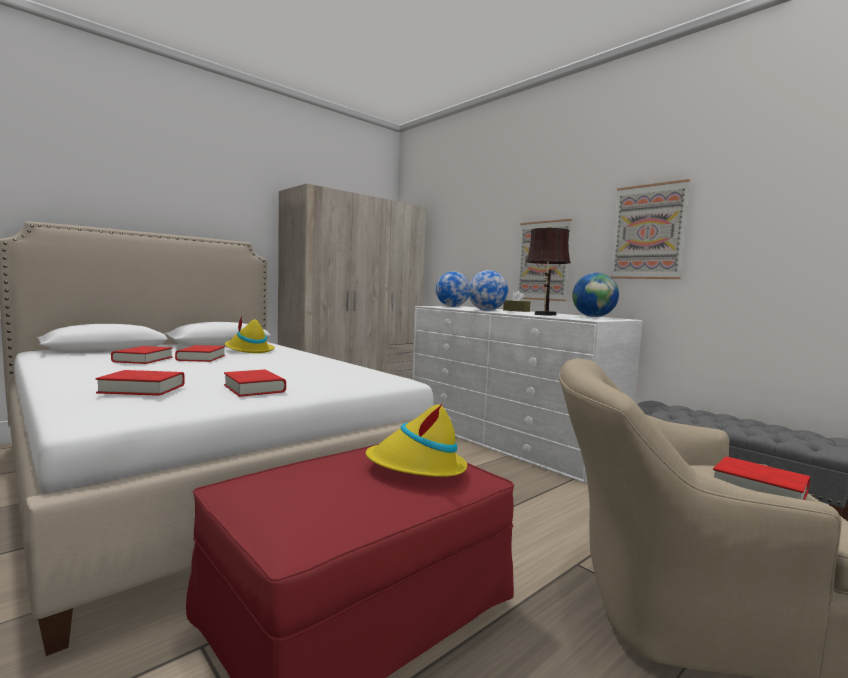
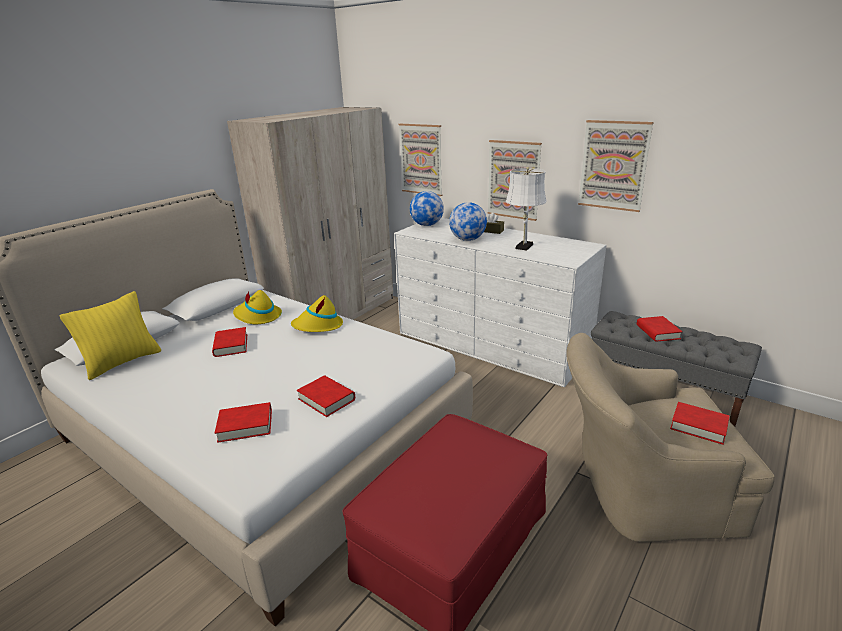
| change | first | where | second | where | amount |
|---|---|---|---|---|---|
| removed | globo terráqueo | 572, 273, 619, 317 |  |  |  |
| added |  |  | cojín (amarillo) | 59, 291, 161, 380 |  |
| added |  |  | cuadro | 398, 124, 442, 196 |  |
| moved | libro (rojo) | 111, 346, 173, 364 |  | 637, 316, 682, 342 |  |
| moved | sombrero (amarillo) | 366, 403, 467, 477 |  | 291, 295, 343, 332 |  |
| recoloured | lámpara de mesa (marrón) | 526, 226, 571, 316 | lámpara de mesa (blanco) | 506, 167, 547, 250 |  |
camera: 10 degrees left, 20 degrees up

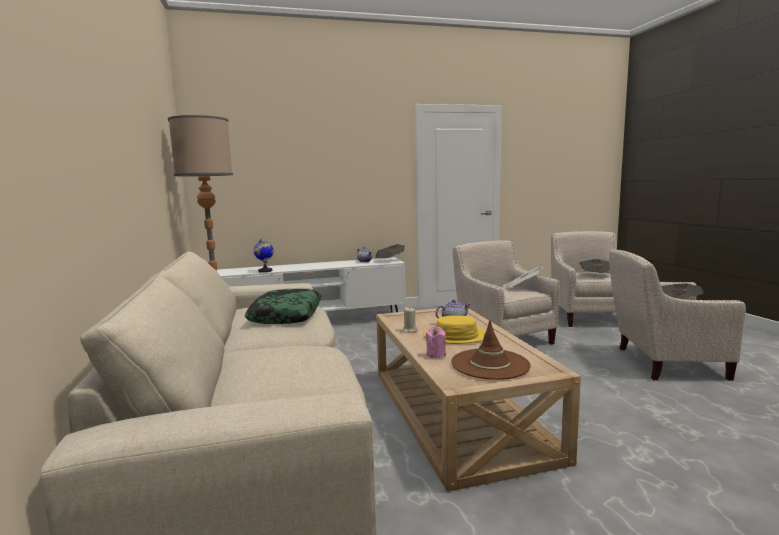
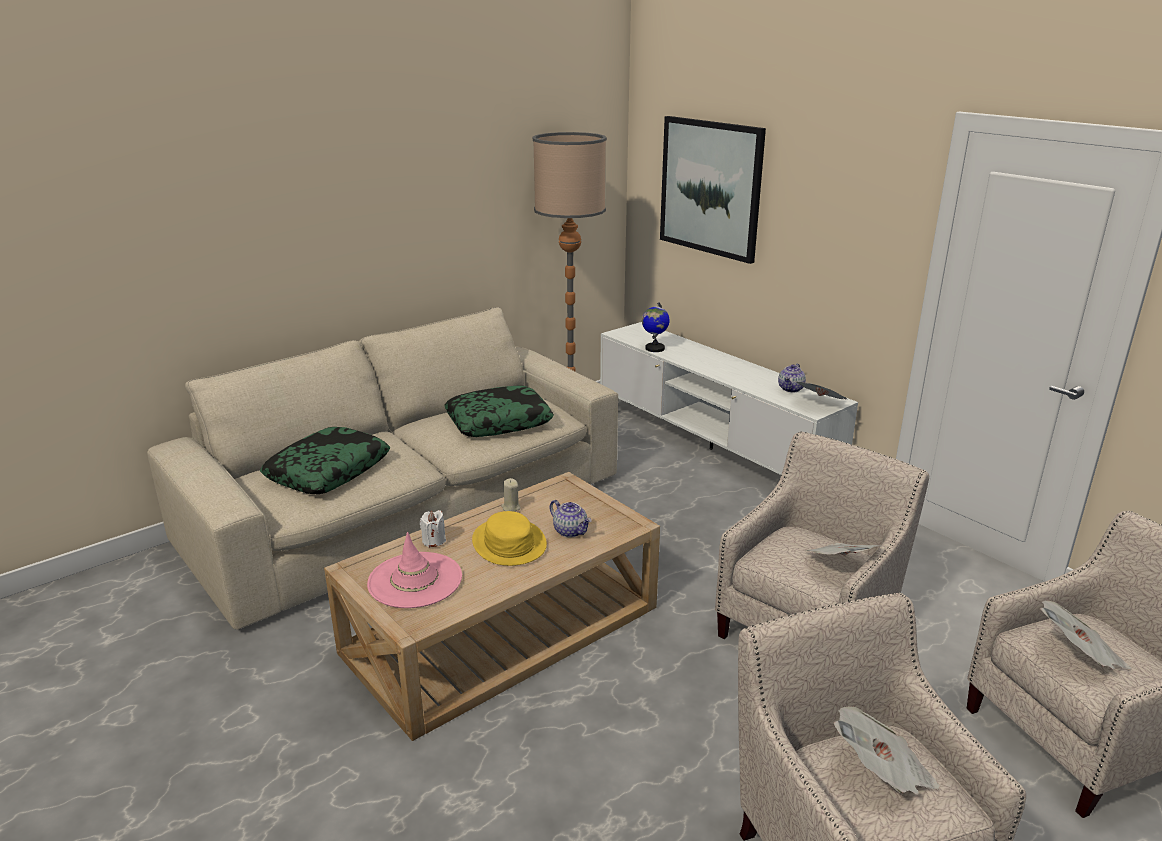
| change | first | where | second | where | amount |
|---|---|---|---|---|---|
| added |  |  | cojín | 260, 427, 390, 494 |  |
| added |  |  | cuadro | 660, 116, 766, 264 |  |
| recoloured | vela (rosa) | 426, 326, 446, 358 | vela (blanco) | 420, 510, 446, 547 |  |
| recoloured | sombrero (marrón) | 451, 320, 531, 380 | sombrero (rosa) | 367, 532, 462, 608 |  |
camera: 65 degrees right, 15 degrees up

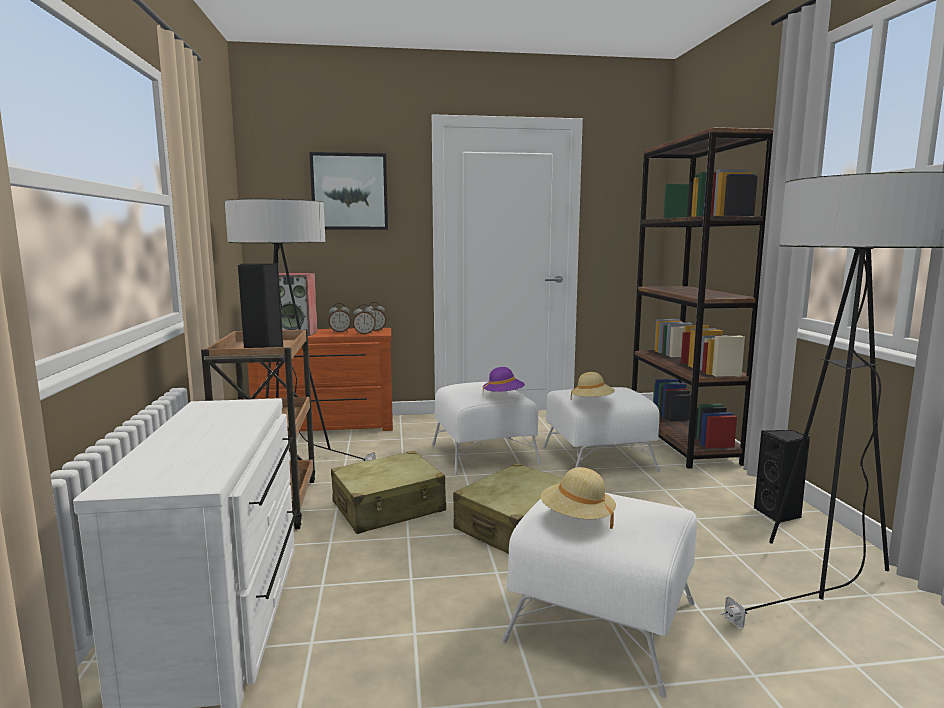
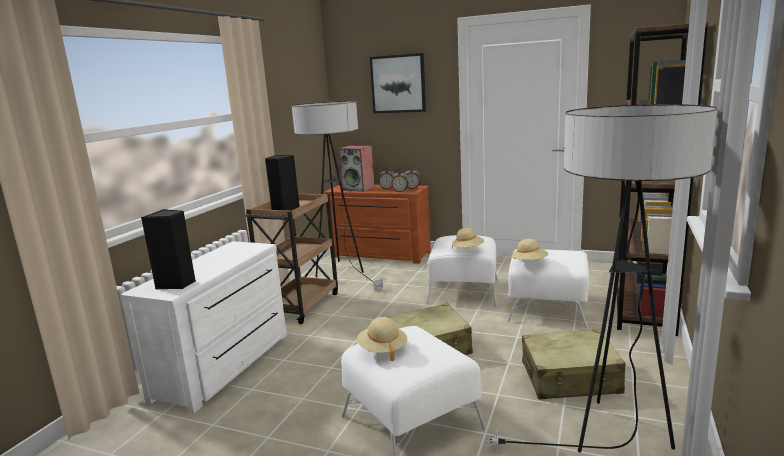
| change | first | where | second | where | amount |
|---|---|---|---|---|---|
| moved | maleta (beis) | 331, 451, 446, 534 |  | 522, 329, 626, 400 |  |
| moved | altavoz (negro) | 754, 430, 810, 523 |  | 141, 209, 196, 289 |  |
| recoloured | sombrero (morado) | 483, 367, 525, 392 | sombrero (beis) | 452, 228, 484, 249 |  |
camera: 30 degrees right, 5 degrees up

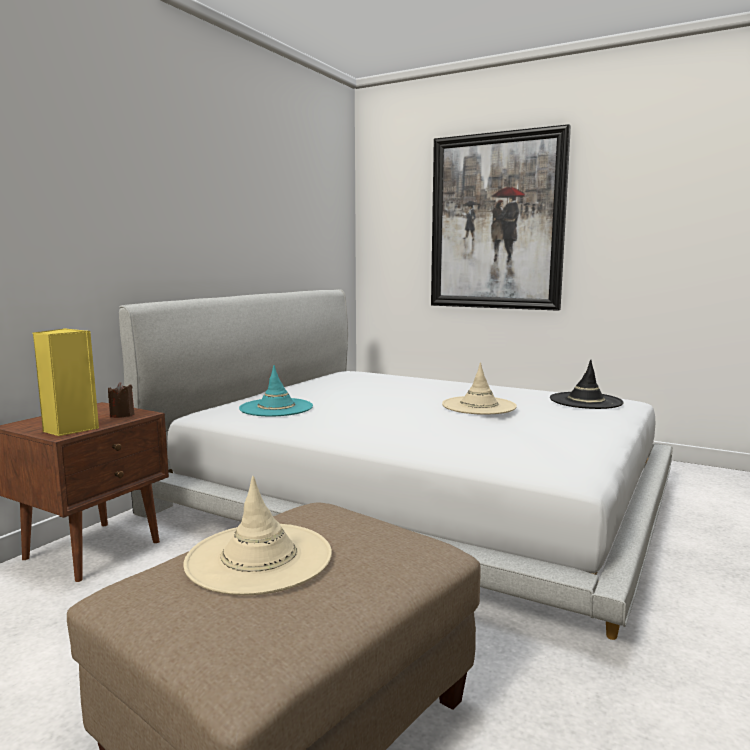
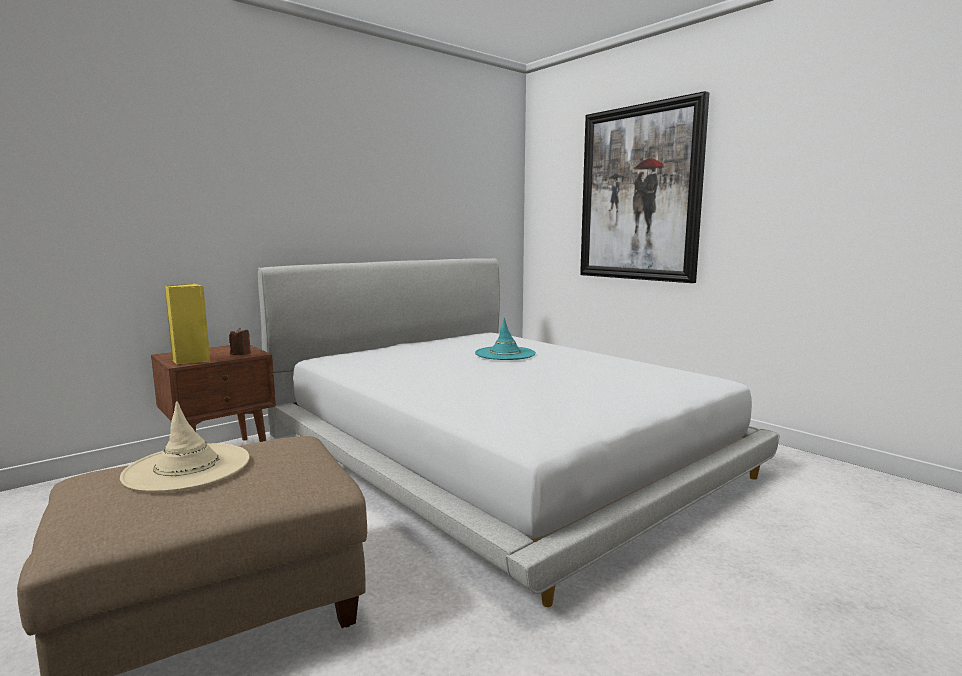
| change | first | where | second | where | amount |
|---|---|---|---|---|---|
| removed | sombrero (beis) | 442, 362, 517, 415 |  |  |  |
| removed | sombrero (negro) | 550, 360, 624, 409 |  |  |  |
| moved | sombrero (turquesa) | 239, 365, 313, 416 |  | 475, 318, 536, 360 |  |
camera: 20 degrees right, 0 degrees up

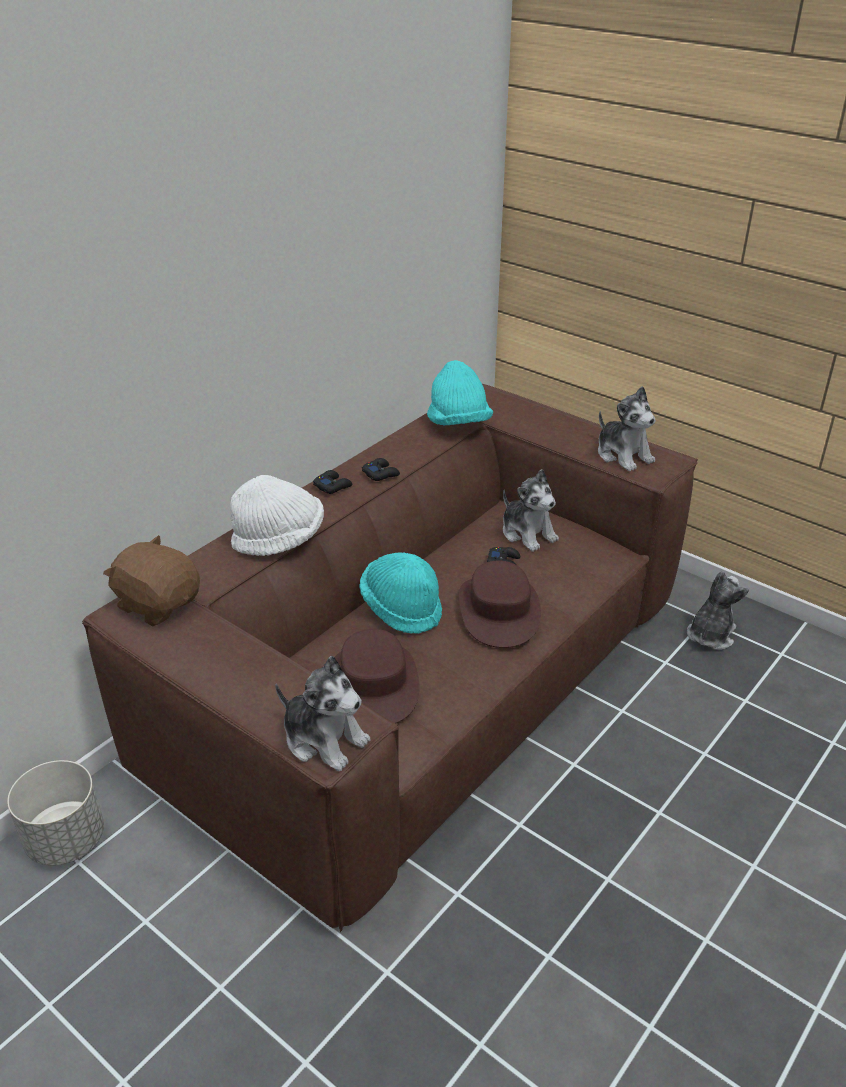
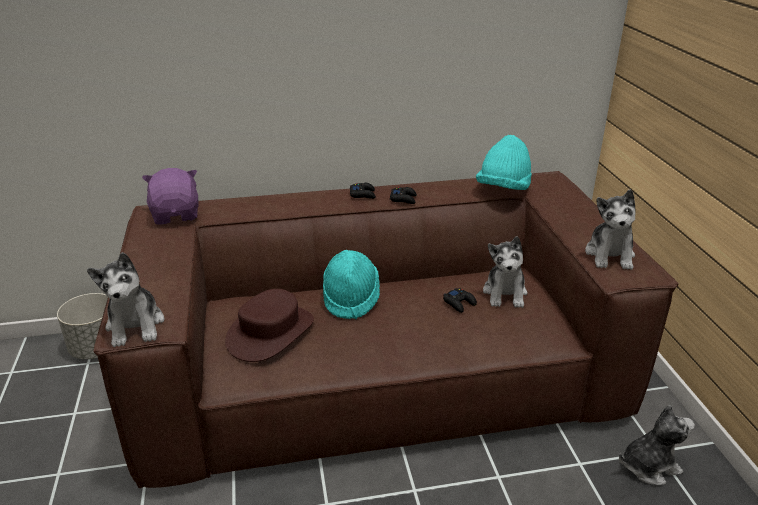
| change | first | where | second | where | amount |
|---|---|---|---|---|---|
| removed | sombrero (blanco) | 230, 475, 324, 556 |  |  |  |
| removed | sombrero (marrón) | 459, 560, 541, 648 |  |  |  |
| recoloured | peluche (marrón) | 103, 535, 200, 627 | peluche (morado) | 142, 168, 199, 225 |  |
camera: 40 degrees right, 5 degrees down

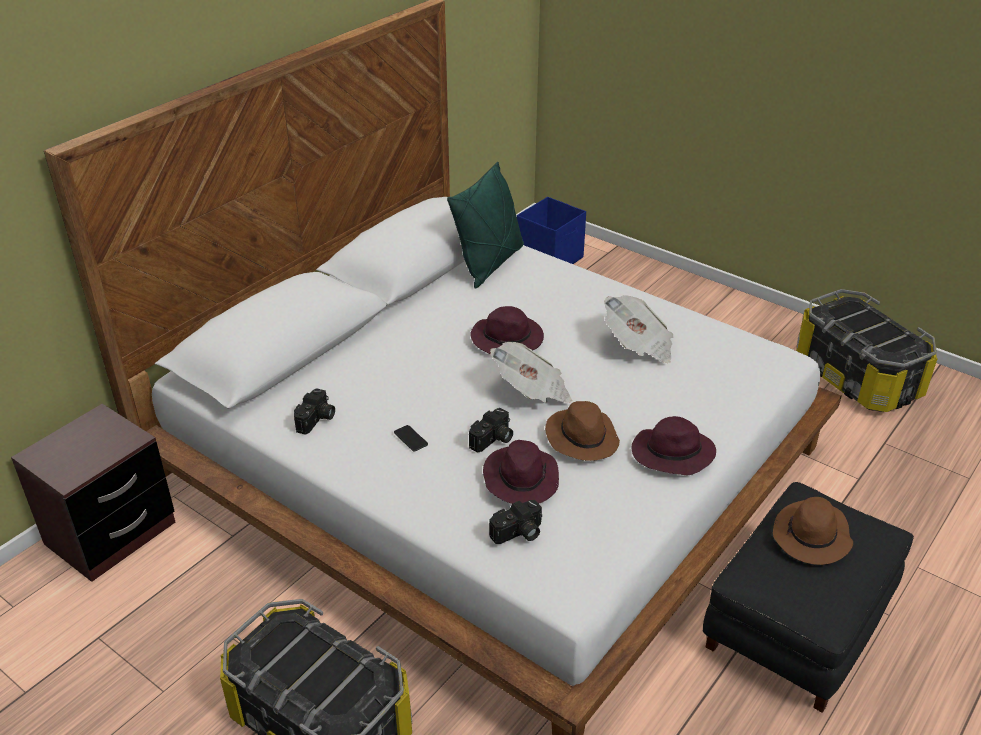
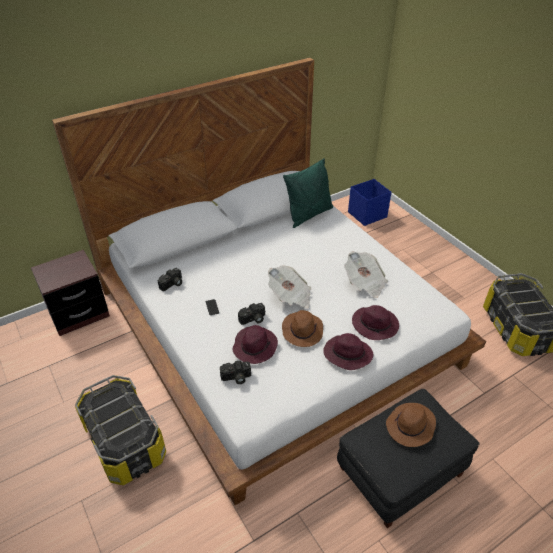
| change | first | where | second | where | amount |
|---|---|---|---|---|---|
| moved | sombrero (morado) | 470, 306, 544, 354 |  | 352, 305, 399, 340 |  |
camera: 20 degrees right, 5 degrees up

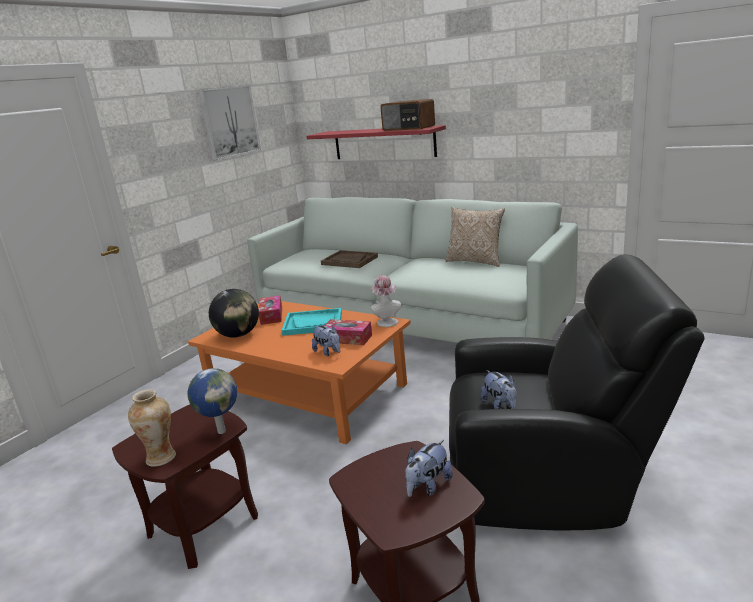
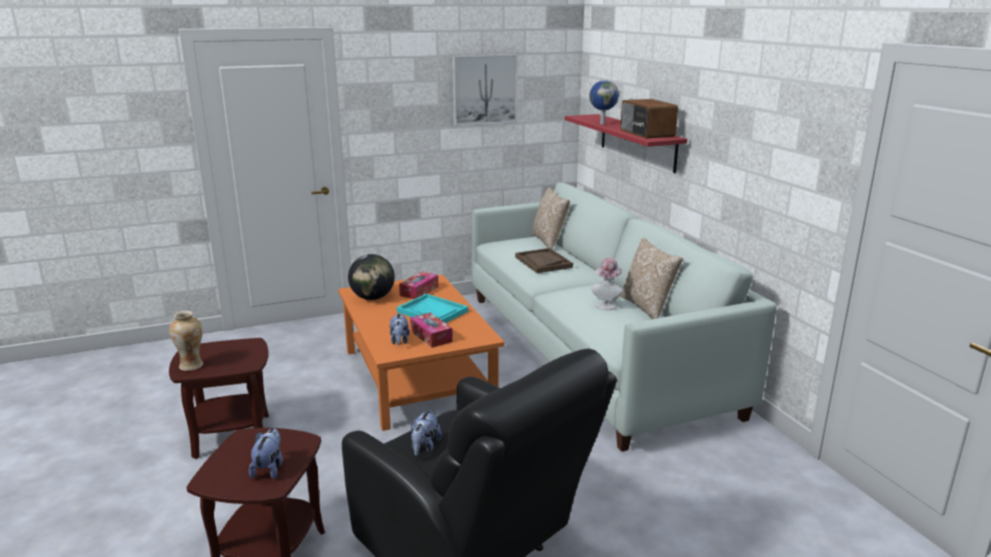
| change | first | where | second | where | amount |
|---|---|---|---|---|---|
| added |  |  | cojín | 532, 187, 570, 249 |  |
| moved | globo terráqueo | 187, 368, 238, 434 |  | 589, 80, 619, 124 |  |
| moved | sombrero | 370, 275, 401, 327 |  | 592, 258, 623, 310 |  |
| turned | peluche | 405, 440, 453, 497 |  | 249, 428, 283, 479 | 105 degrees clockwise |
camera: 35 degrees right, 0 degrees up

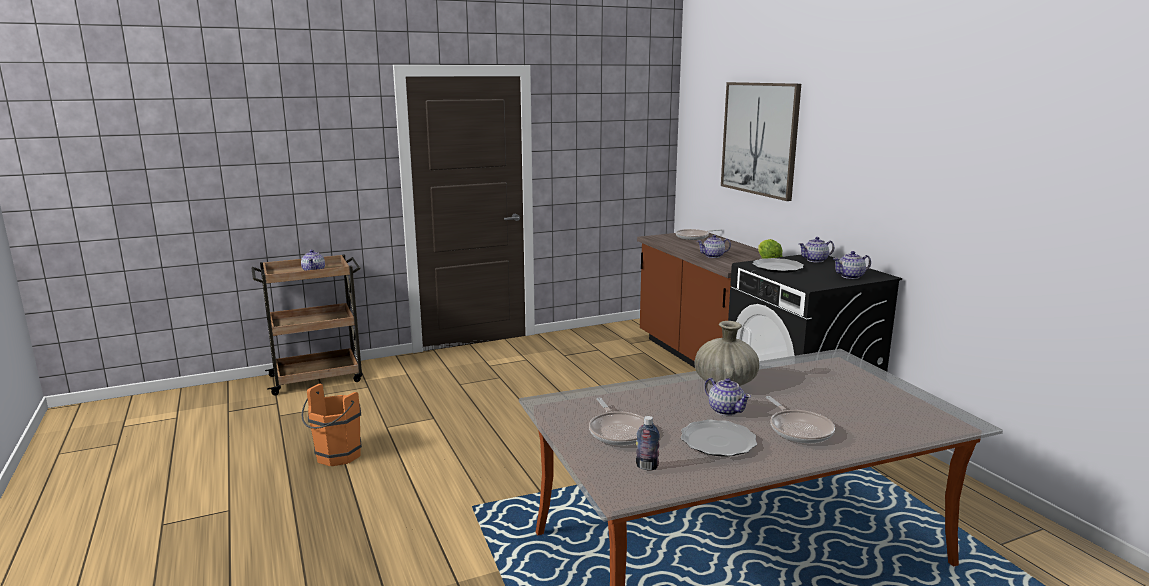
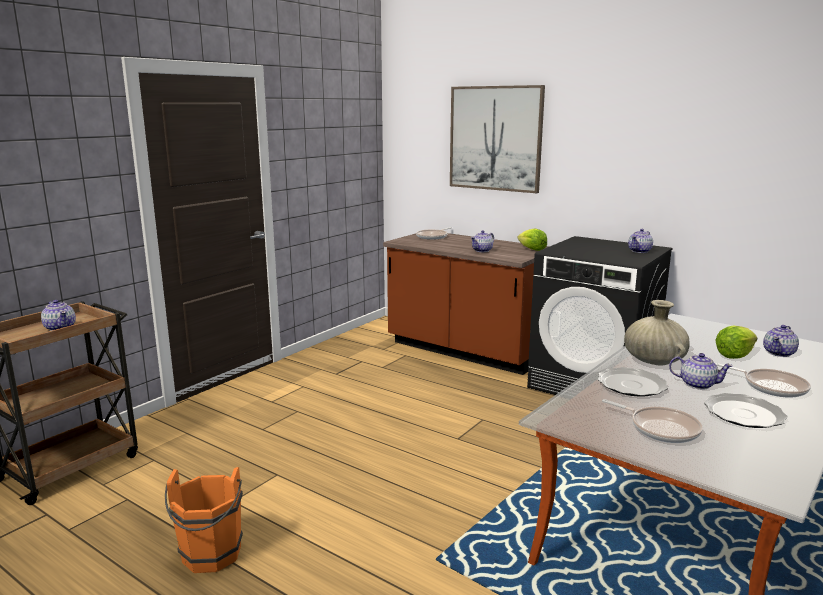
| change | first | where | second | where | amount |
|---|---|---|---|---|---|
| removed | botella | 636, 416, 660, 470 |  |  |  |
| added |  |  | lechuga | 715, 326, 757, 359 |  |
| moved | plato | 753, 258, 804, 273 |  | 597, 367, 668, 397 |  |
| moved | tetera | 799, 237, 834, 263 |  | 763, 325, 799, 357 |  |
camera: 30 degrees left, 0 degrees up

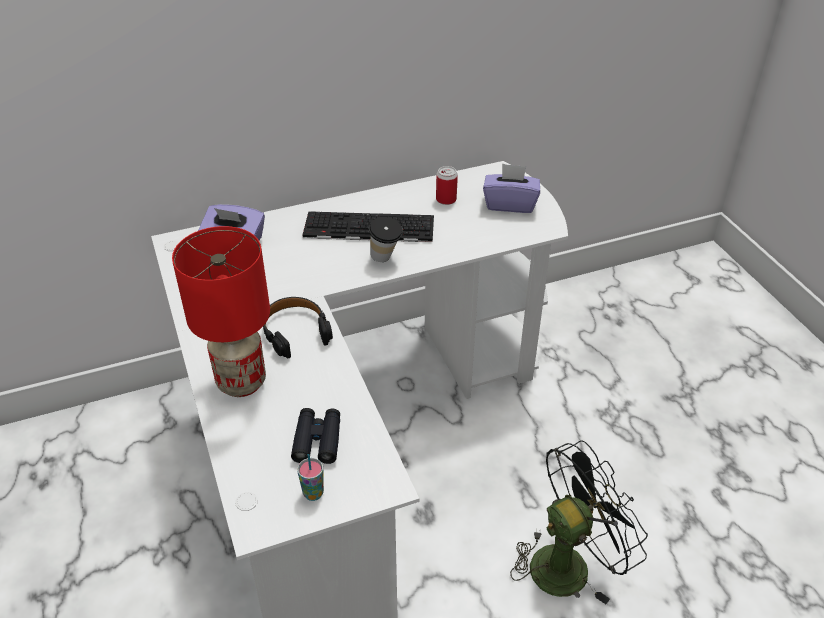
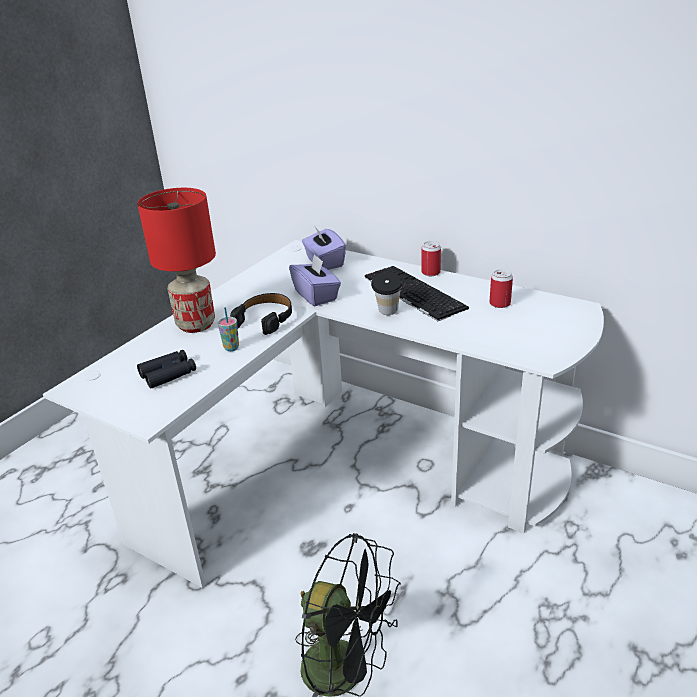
| change | first | where | second | where | amount |
|---|---|---|---|---|---|
| added |  |  | lata | 421, 241, 441, 276 |  |
| moved | taza | 297, 454, 324, 501 |  | 218, 307, 239, 351 |  |
| moved | caja de pañuelos (morado) | 483, 163, 540, 213 |  | 289, 254, 341, 306 |  |
camera: 55 degrees right, 10 degrees down

